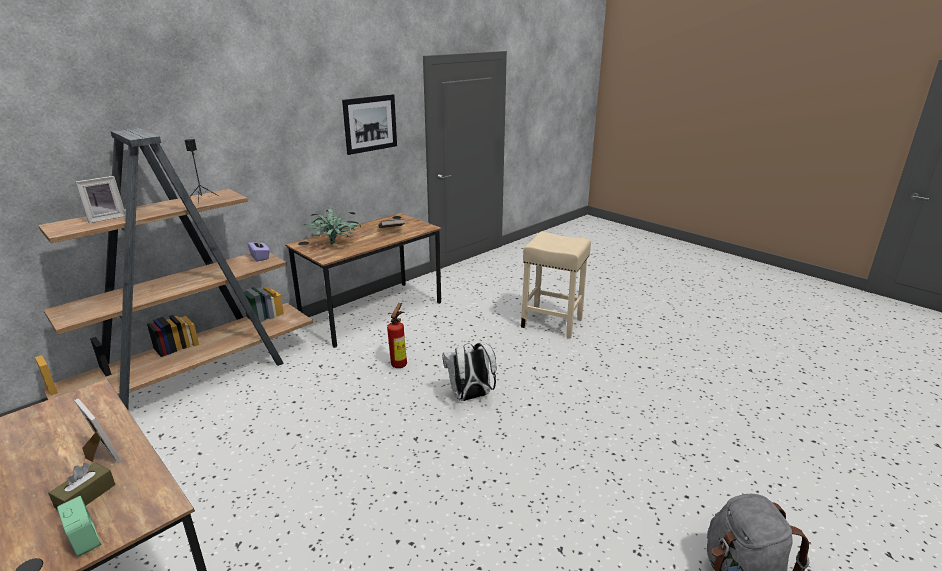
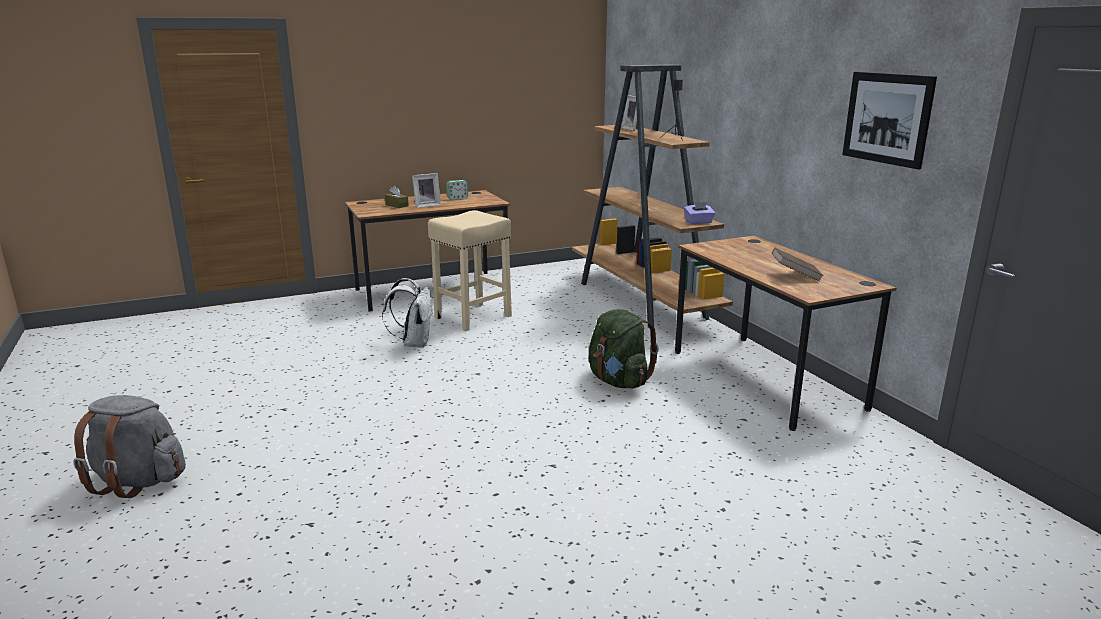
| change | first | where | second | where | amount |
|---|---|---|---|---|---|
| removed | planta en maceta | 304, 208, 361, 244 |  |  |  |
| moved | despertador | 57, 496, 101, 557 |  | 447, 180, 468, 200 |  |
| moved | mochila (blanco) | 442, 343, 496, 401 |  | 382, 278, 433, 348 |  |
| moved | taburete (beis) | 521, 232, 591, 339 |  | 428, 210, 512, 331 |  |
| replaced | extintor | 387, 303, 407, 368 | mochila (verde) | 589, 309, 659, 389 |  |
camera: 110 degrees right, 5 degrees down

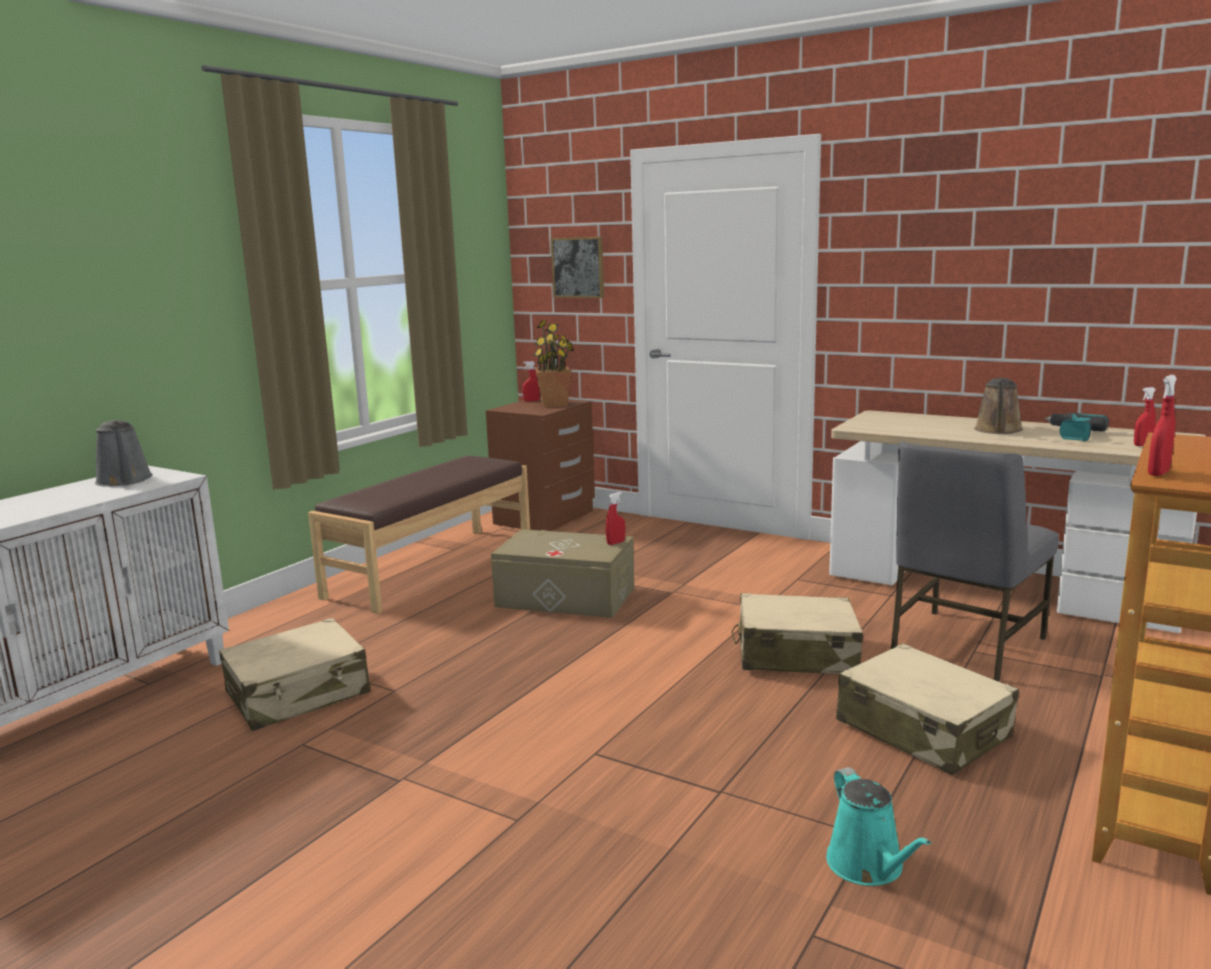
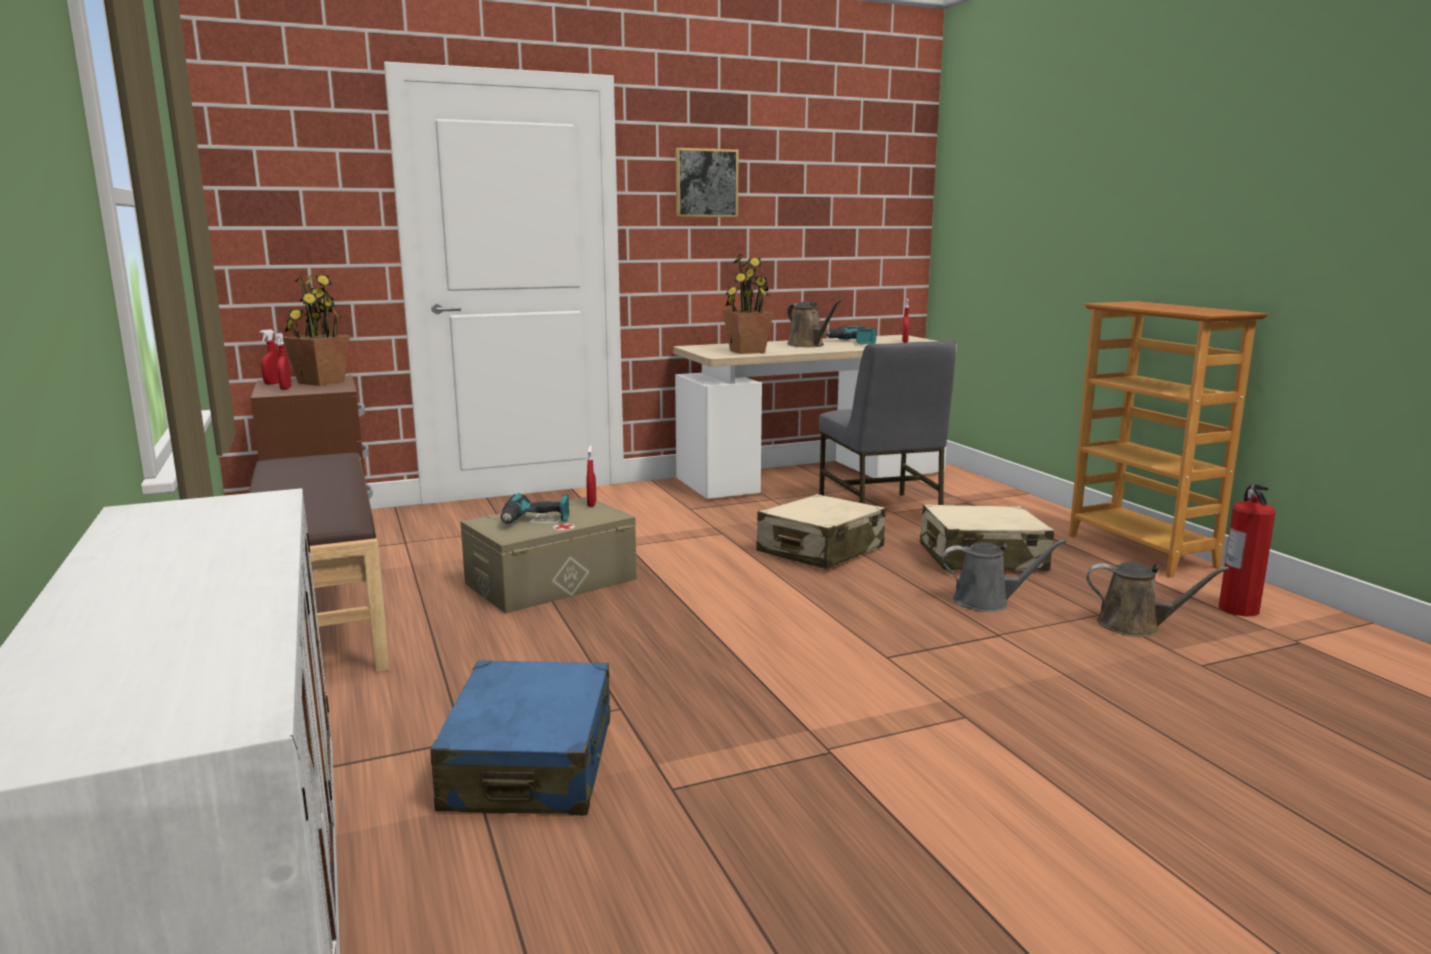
| change | first | where | second | where | amount |
|---|---|---|---|---|---|
| added |  |  | taladro | 500, 493, 569, 524 |  |
| added |  |  | planta en maceta | 722, 254, 774, 354 |  |
| added |  |  | extintor | 1219, 484, 1275, 616 |  |
| moved | regadera (gris) | 95, 420, 153, 487 |  | 942, 539, 1066, 612 |  |
| moved | cuadro | 551, 237, 604, 298 |  | 676, 148, 739, 217 |  |
| moved | pulverizador (rojo) | 1148, 375, 1177, 476 |  | 276, 333, 291, 390 |  |
| recoloured | maleta (beis) | 219, 618, 371, 731 | maleta (azul) | 430, 660, 610, 815 |  |
| recoloured | regadera (turquesa) | 826, 767, 931, 886 | regadera (marrón) | 1086, 562, 1229, 637 |  |
camera: 55 degrees left, 0 degrees up

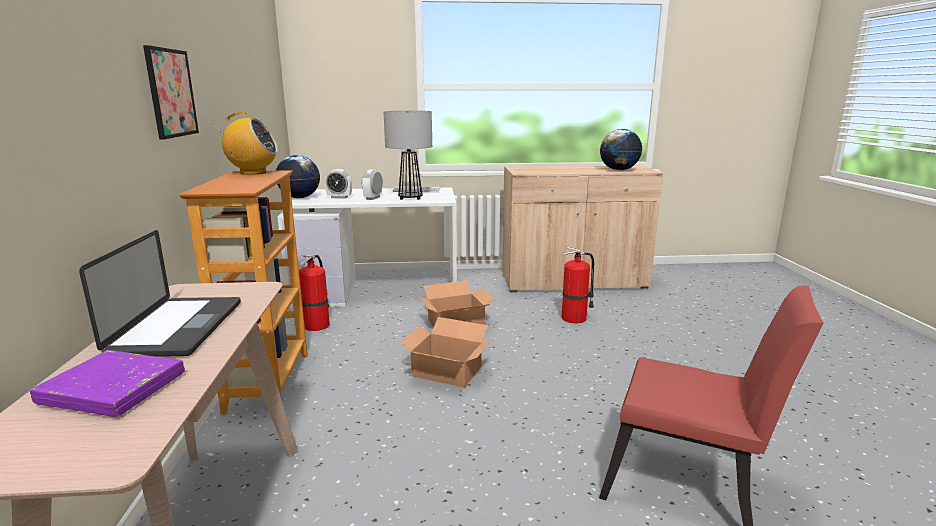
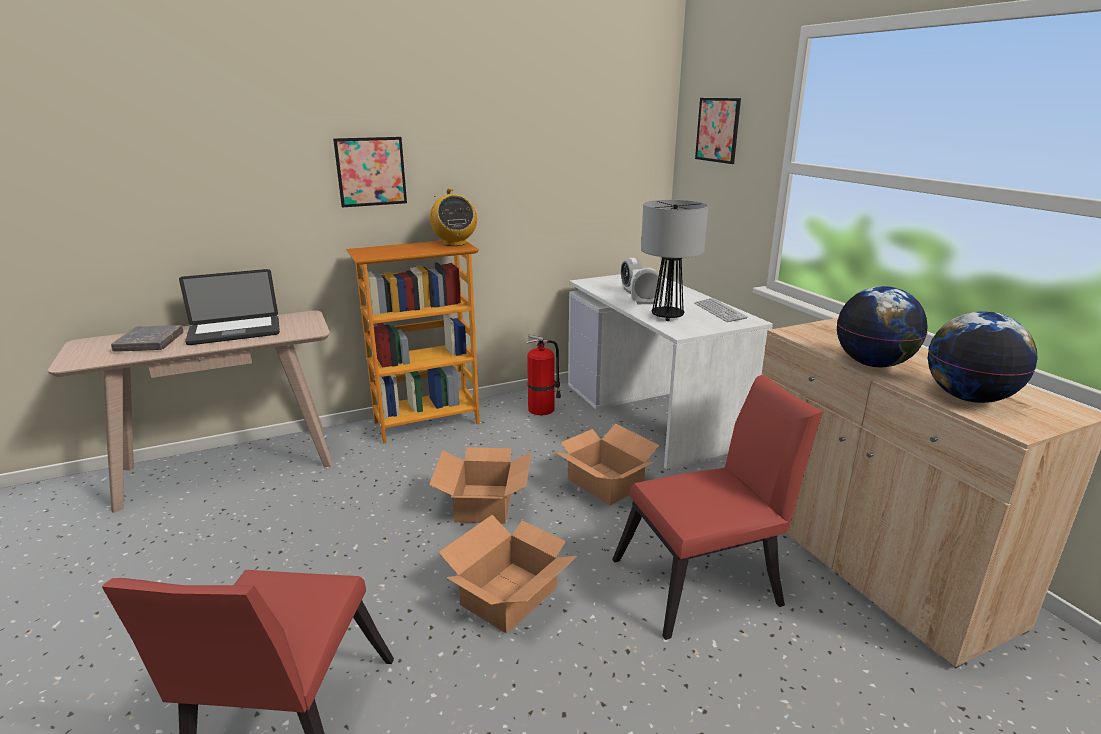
| change | first | where | second | where | amount |
|---|---|---|---|---|---|
| added |  |  | caja de cartón | 438, 515, 577, 633 |  |
| added |  |  | cuadro | 695, 98, 741, 164 |  |
| moved | globo terráqueo | 276, 155, 320, 198 |  | 837, 286, 928, 367 |  |
| replaced | extintor | 561, 246, 594, 324 | silla (rojo) | 612, 374, 823, 640 |  |
| recoloured | libro (morado) | 30, 350, 185, 417 | libro (gris) | 111, 325, 184, 352 |  |
camera: 70 degrees right, 5 degrees up

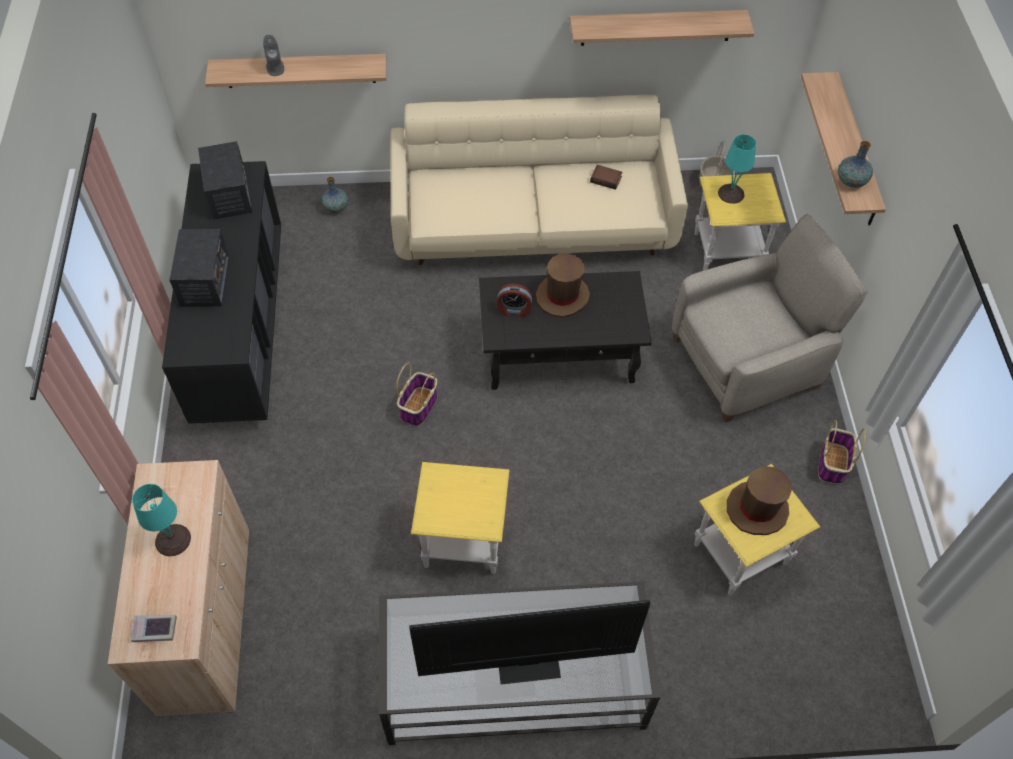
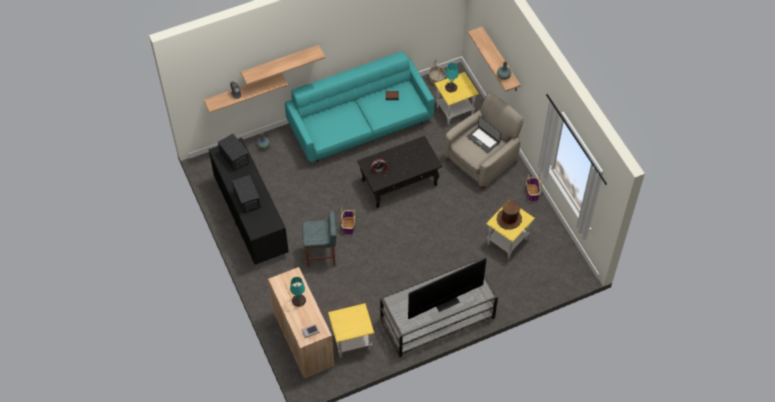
| change | first | where | second | where | amount |
|---|---|---|---|---|---|
| removed | sombrero (marrón) | 536, 253, 590, 318 |  |  |  |
| added |  |  | taburete (gris) | 302, 211, 336, 268 |  |
| added |  |  | portátil | 466, 116, 501, 153 |  |
| moved | mesa auxiliar (amarillo) | 411, 462, 510, 574 |  | 328, 303, 374, 358 |  |
| moved | estante | 570, 10, 755, 46 |  | 241, 45, 325, 85 |  |
| recoloured | sofá (beis) | 390, 95, 688, 265 | sofá (turquesa) | 285, 51, 434, 162 |  |
camera: 20 degrees left, 0 degrees up

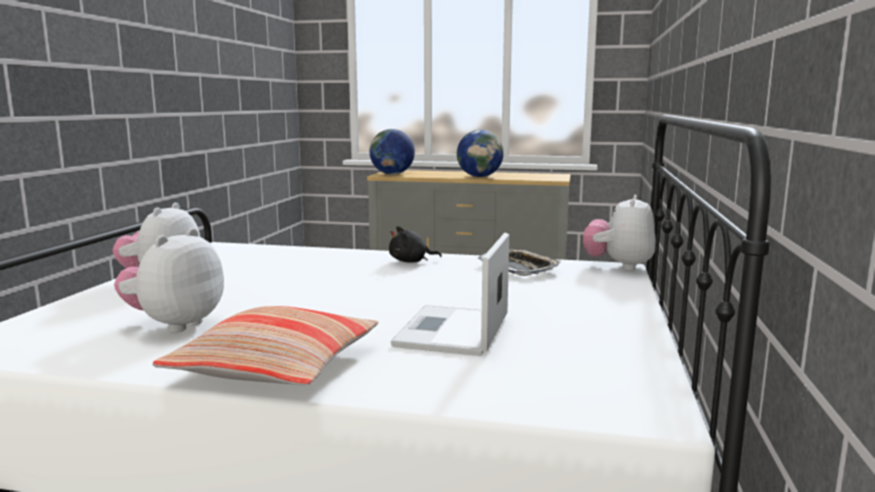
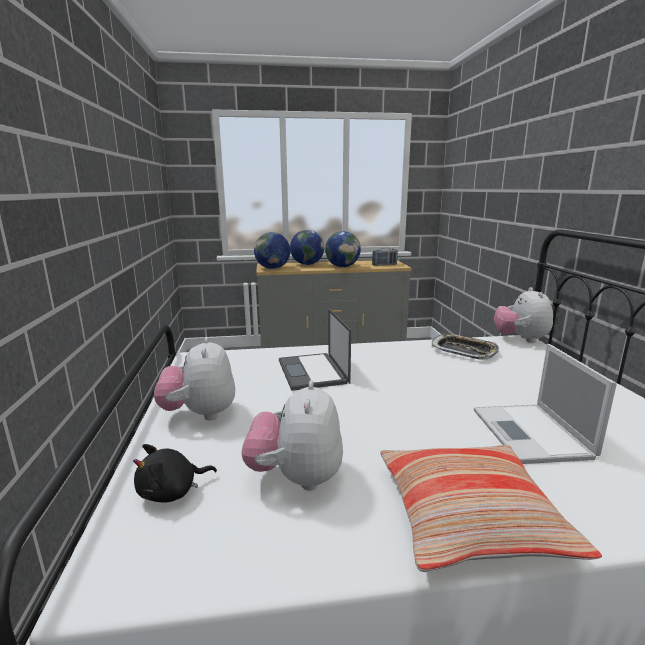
| change | first | where | second | where | amount |
|---|---|---|---|---|---|
| added |  |  | portátil | 279, 309, 351, 391 |  |
| added |  |  | globo terráqueo | 290, 230, 324, 265 |  |
| added |  |  | radio | 372, 248, 398, 266 |  |
| moved | peluche (negro) | 389, 226, 442, 263 |  | 133, 444, 217, 502 |  |
camera: 20 degrees left, 5 degrees up

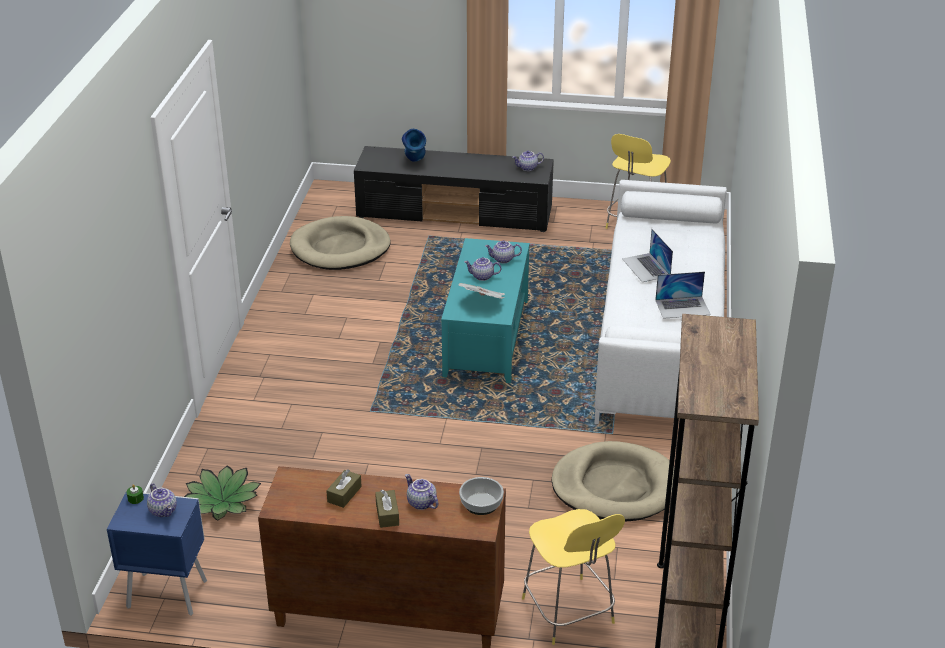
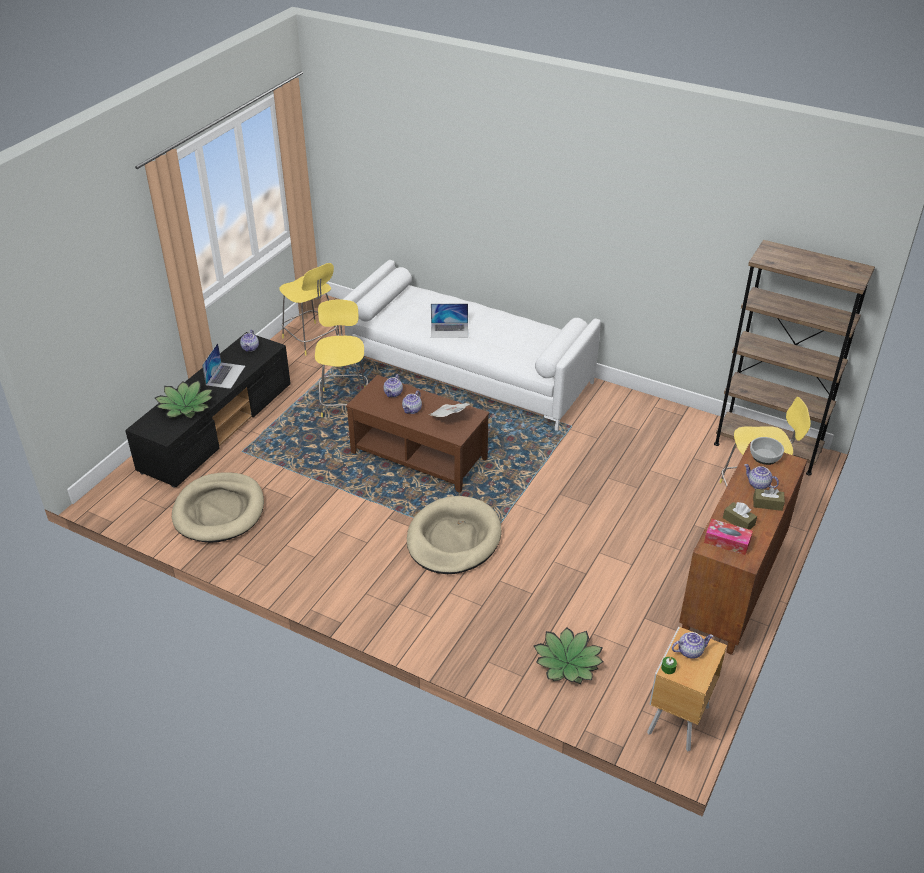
| change | first | where | second | where | amount |
|---|---|---|---|---|---|
| added |  |  | taburete (amarillo) | 315, 299, 368, 417 |  |
| added |  |  | caja de pañuelos | 704, 519, 753, 555 |  |
| moved | cama para perro (beis) | 552, 441, 674, 522 |  | 407, 496, 501, 574 |  |
| moved | portátil | 655, 271, 711, 319 |  | 202, 343, 245, 389 |  |
| replaced | florero (azul) | 402, 129, 426, 162 | planta en maceta | 155, 380, 213, 419 |  |
| recoloured | mesita de noche (azul) | 107, 491, 207, 615 | mesita de noche (marrón) | 647, 627, 727, 751 |  |
| recoloured | mesa de centro (turquesa) | 441, 238, 530, 383 | mesa de centro (marrón) | 346, 375, 489, 493 |  |
| turned | tetera | 405, 474, 438, 510 |  | 744, 464, 779, 489 | 60 degrees clockwise |
camera: 70 degrees left, 5 degrees up

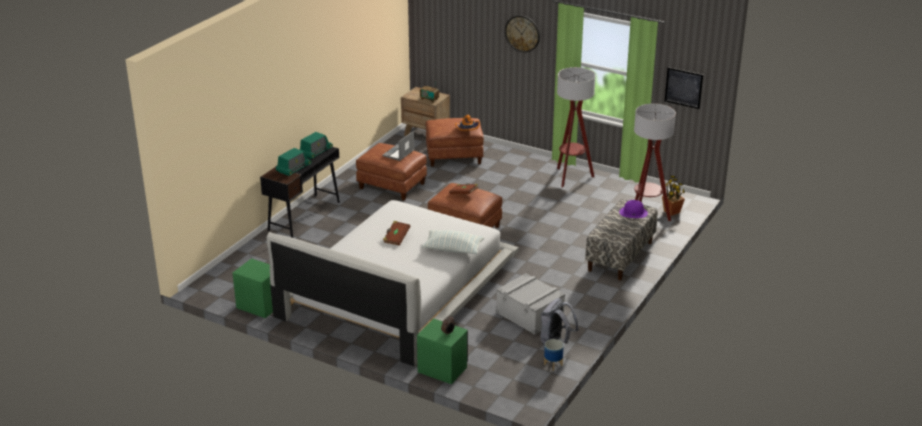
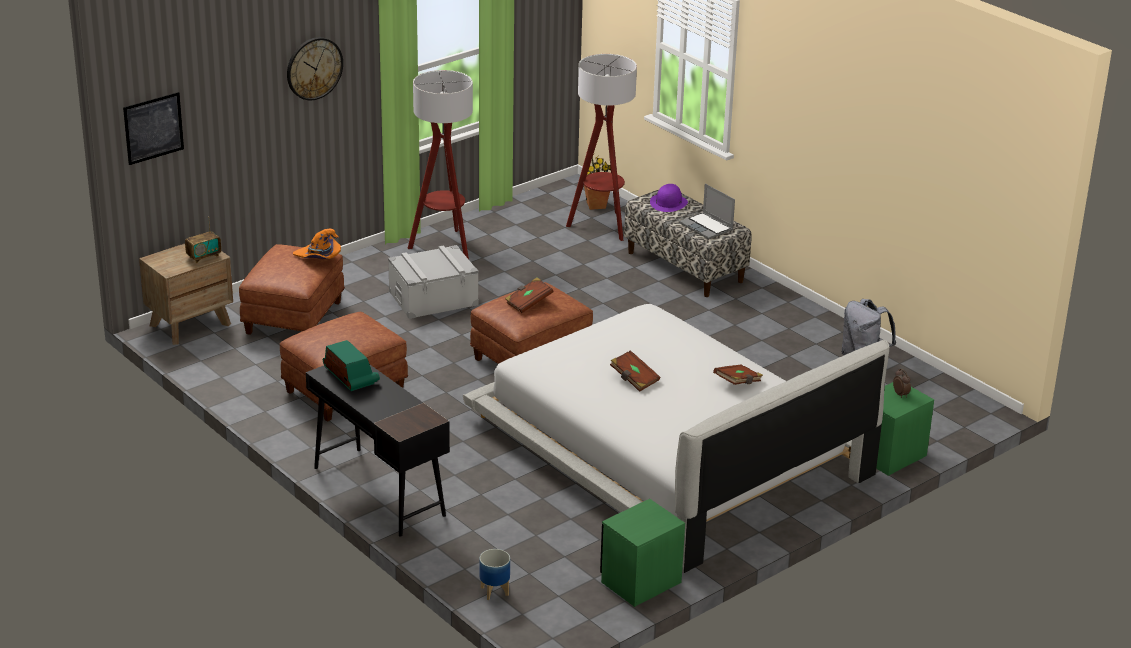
| change | first | where | second | where | amount |
|---|---|---|---|---|---|
| removed | radio | 276, 148, 312, 176 |  |  |  |
| removed | cojín | 422, 230, 485, 254 |  |  |  |
| added |  |  | libro (marrón) | 713, 365, 763, 385 |  |
| moved | portátil | 382, 131, 414, 161 |  | 679, 184, 735, 239 |  |
| moved | caja de almacenaje (gris) | 496, 273, 565, 335 |  | 388, 245, 479, 319 |  |
| moved | maceta | 544, 339, 564, 371 |  | 480, 549, 510, 600 |  |
| moved | cuadro | 665, 67, 703, 109 |  | 123, 92, 184, 165 |  |
camera: 70 degrees left, 0 degrees up

